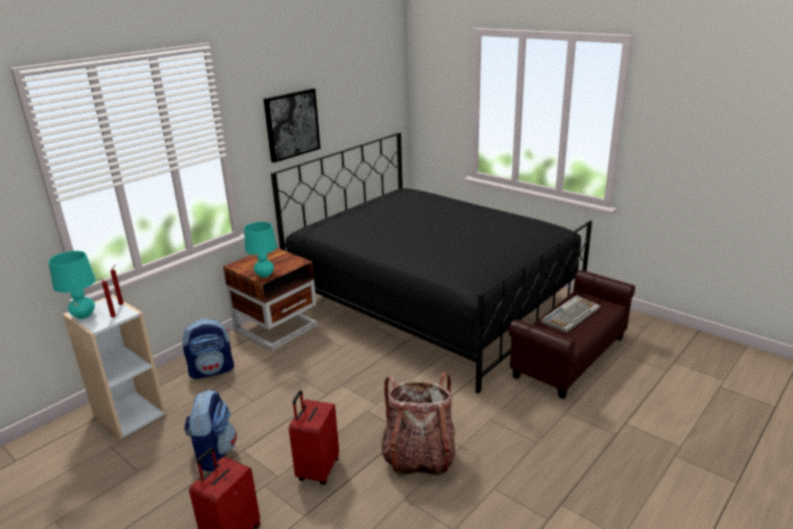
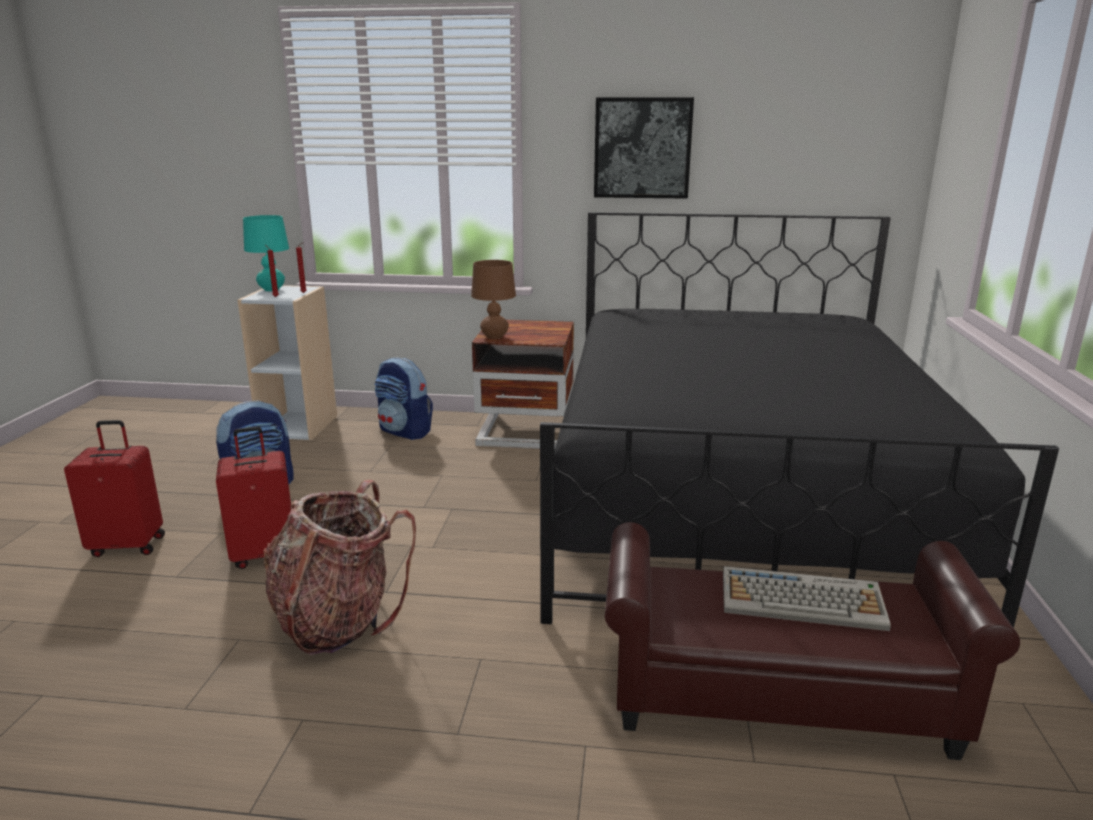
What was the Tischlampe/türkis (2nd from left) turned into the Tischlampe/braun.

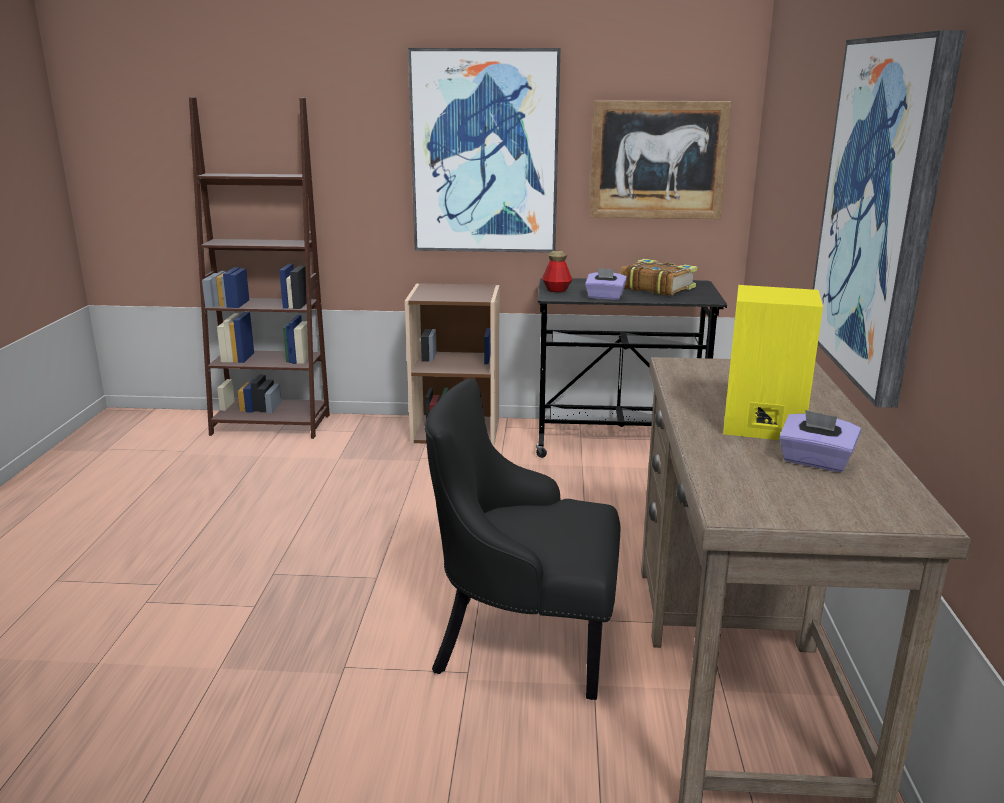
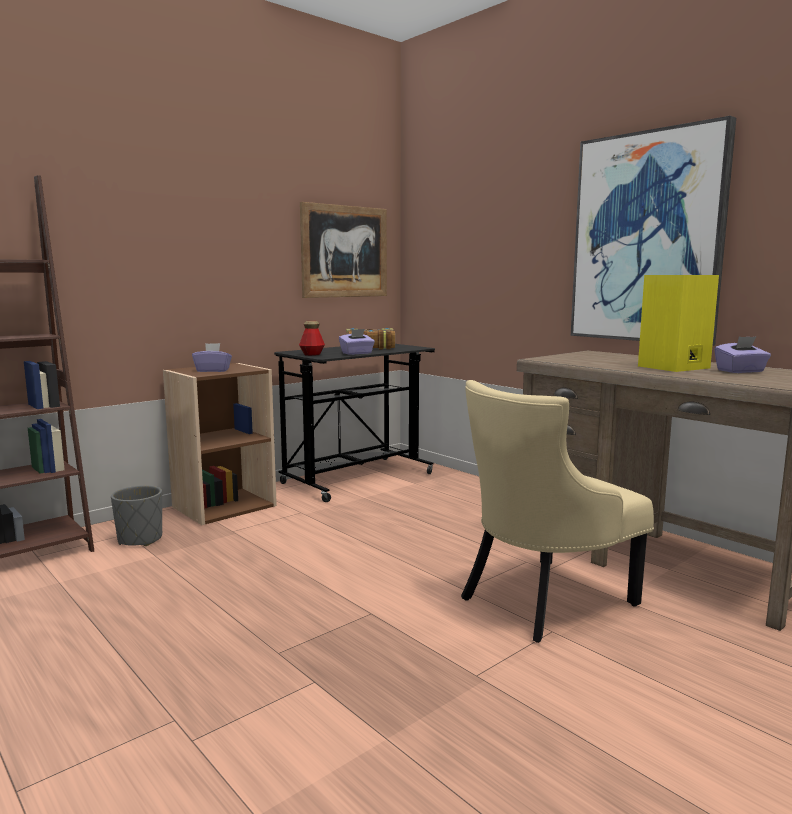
The second view lost the Bild (1st from left).
What was the Stuhl/schwarz turned into the Stuhl/beige.
The second view gained the Pflanzkübel/grau.
The second view gained the Taschentuchbox/lila (1st from left).

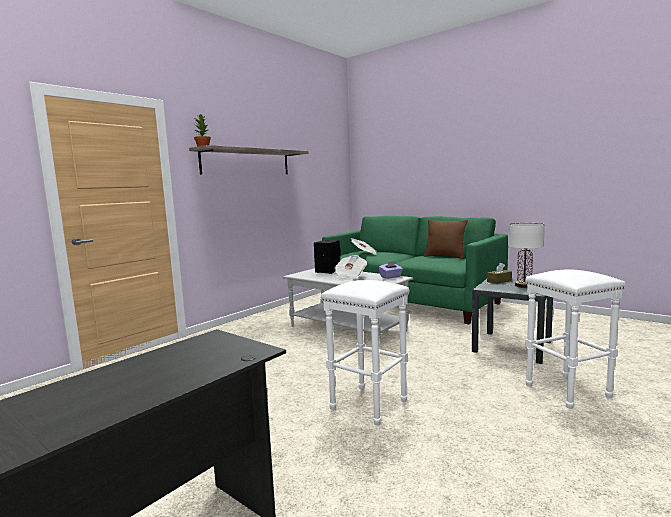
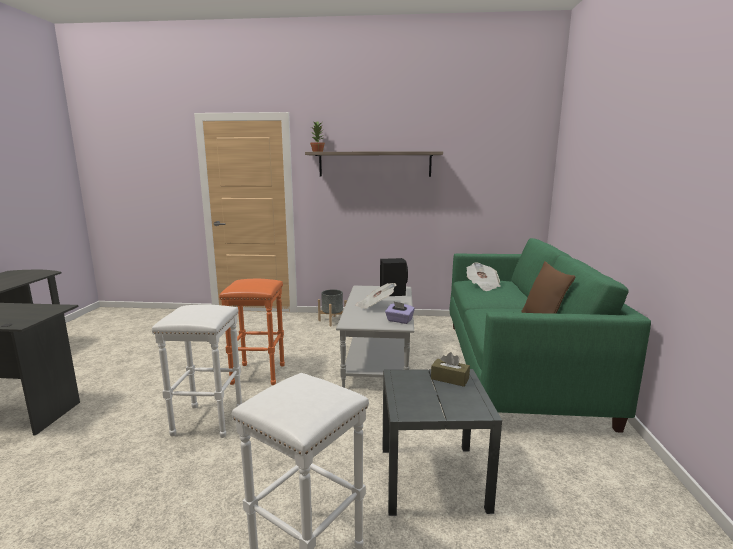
The second view lost the Tischlampe.
The second view gained the Hocker/orange.
The second view gained the Pflanzkübel/grau.

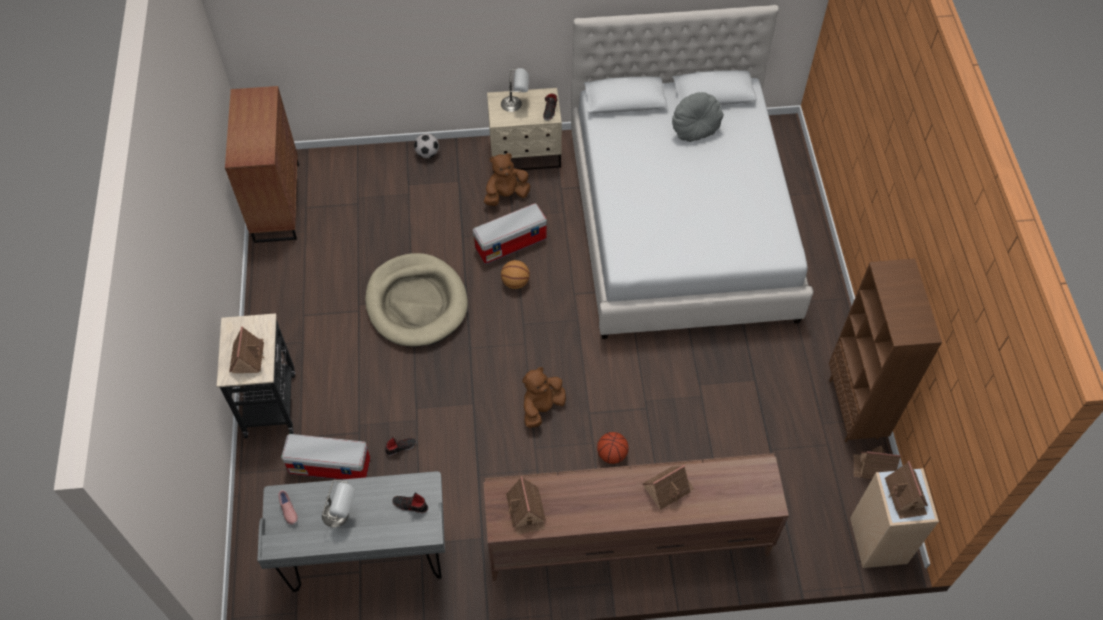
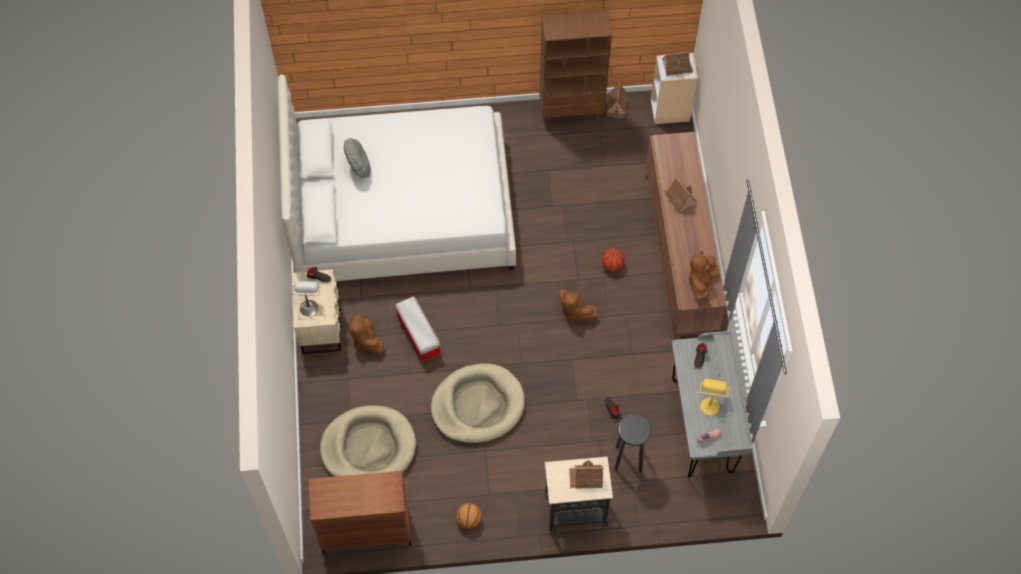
Where the Aufbewahrungsbox (1st from left) stood, the Hocker/schwarz came to stand.
What was the Tischlampe/weiß (1st from left) turned into the Tischlampe/gelb.
The second view lost the Fußball.
The Basketball (1st from left) ended up elsewhere.
Where the Spielzeughaus (2nd from left) stood, the Plüschtier/braun (3rd from left) came to stand.
The second view gained the Hundebett/beige (1st from left).

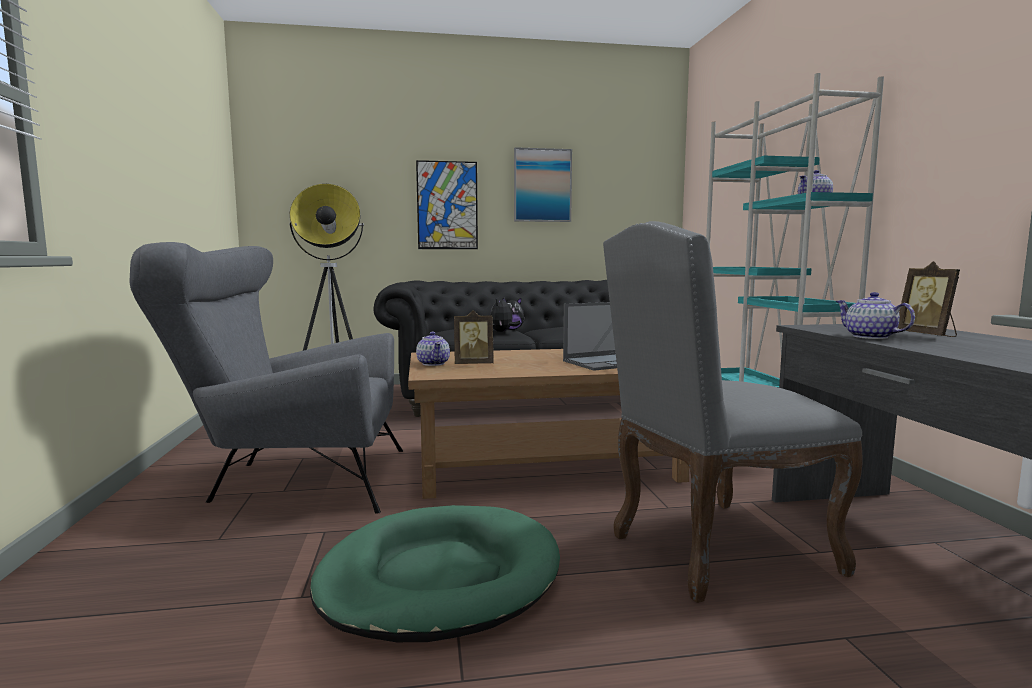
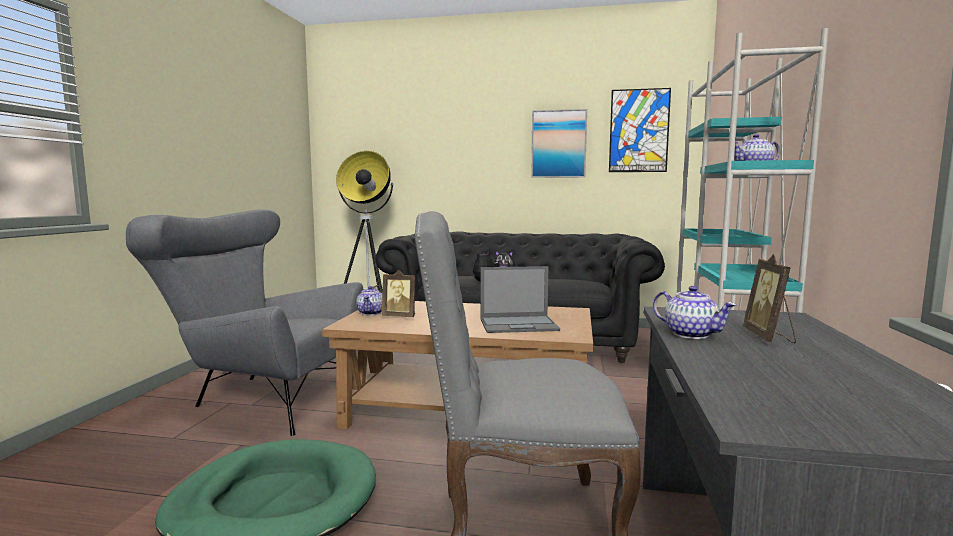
The Bild (1st from left in the first image) ended up elsewhere.
The Teekanne (3rd from left in the first image) ended up facing another way, 150 degrees clockwise from before.

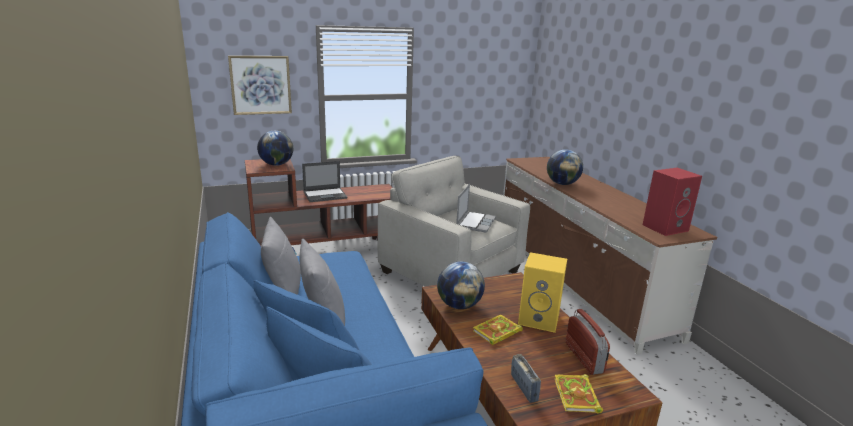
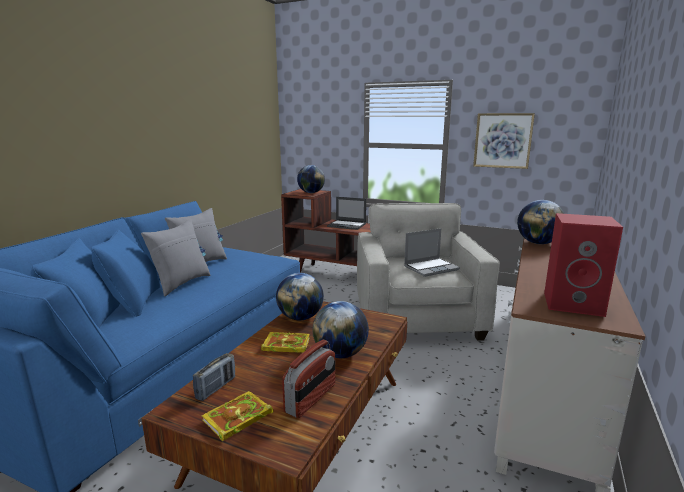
The Bild ended up elsewhere.
Where the Lautsprecher/gelb stood, the Globus (3rd from left) came to stand.

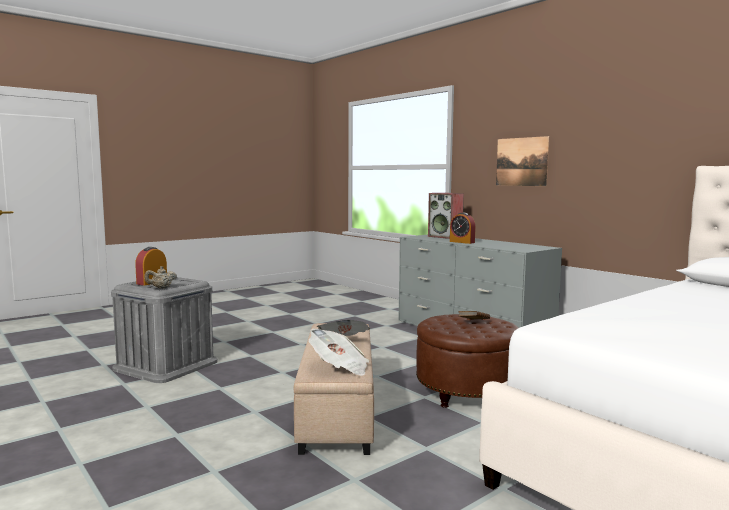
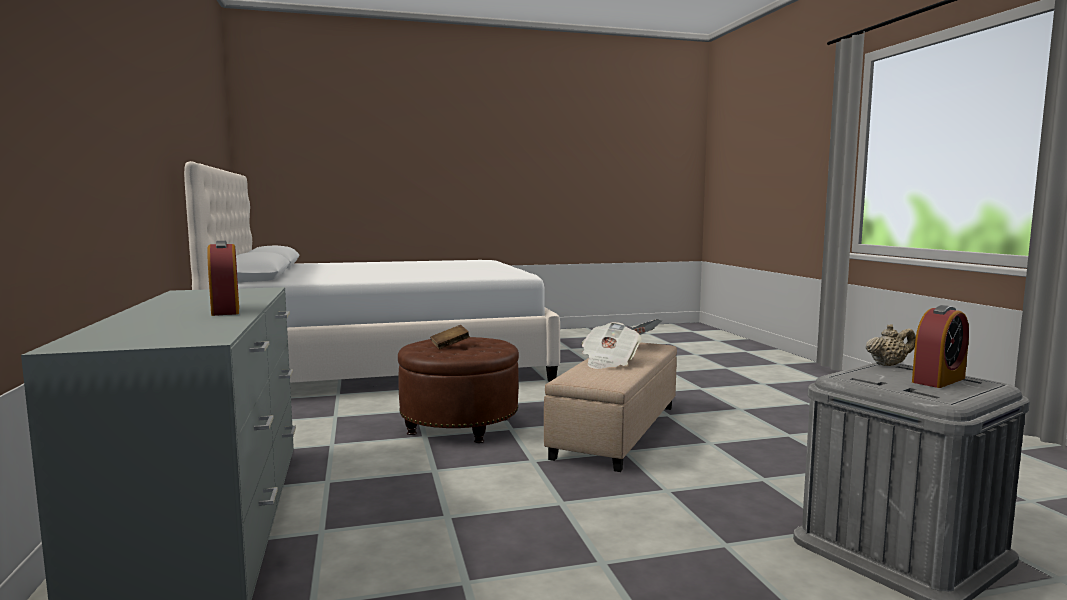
The second view lost the Lautsprecher.
The second view lost the Bild.

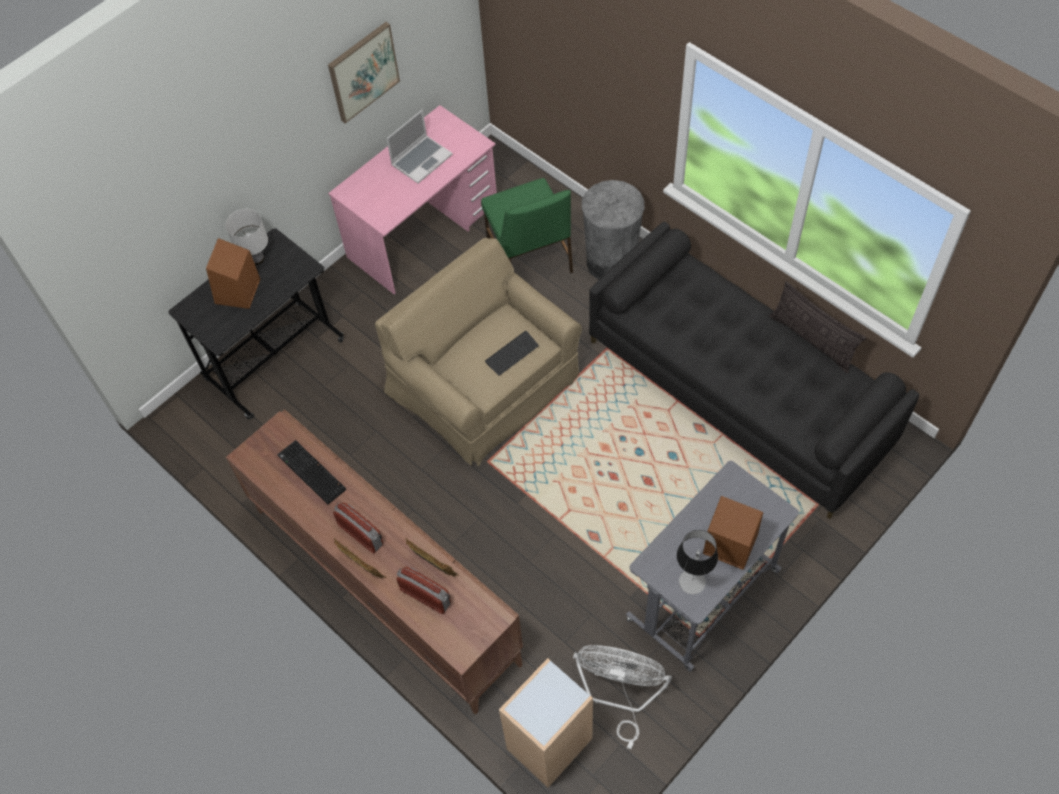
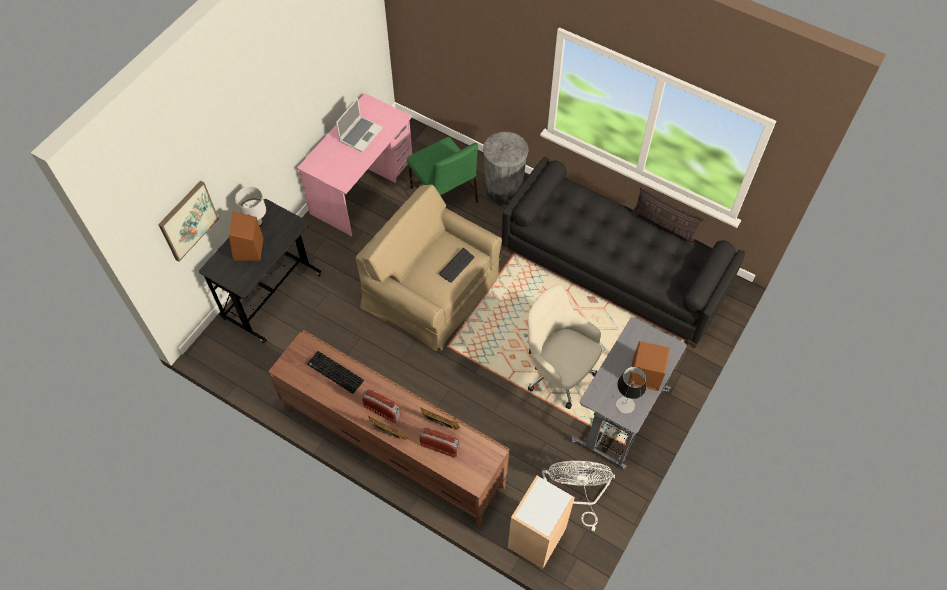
The Bild ended up elsewhere.
The second view gained the Bürostuhl/beige.

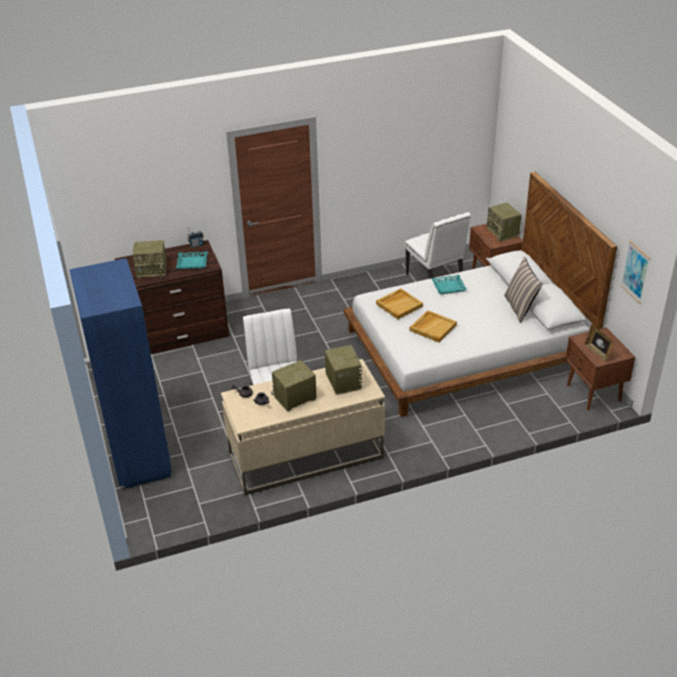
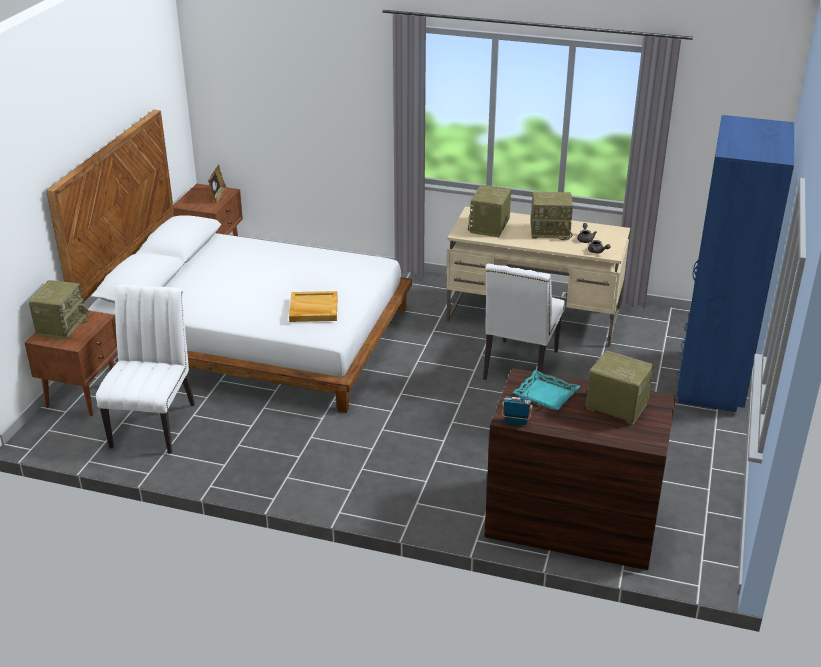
The second view lost the Tablett/beige (2nd from left).
The second view lost the Tablett/türkis (2nd from left).
The second view lost the Kissen.
The second view lost the Bild.

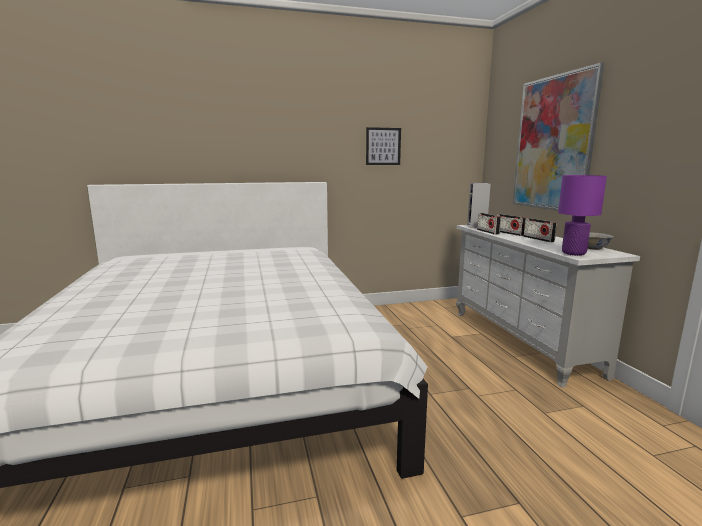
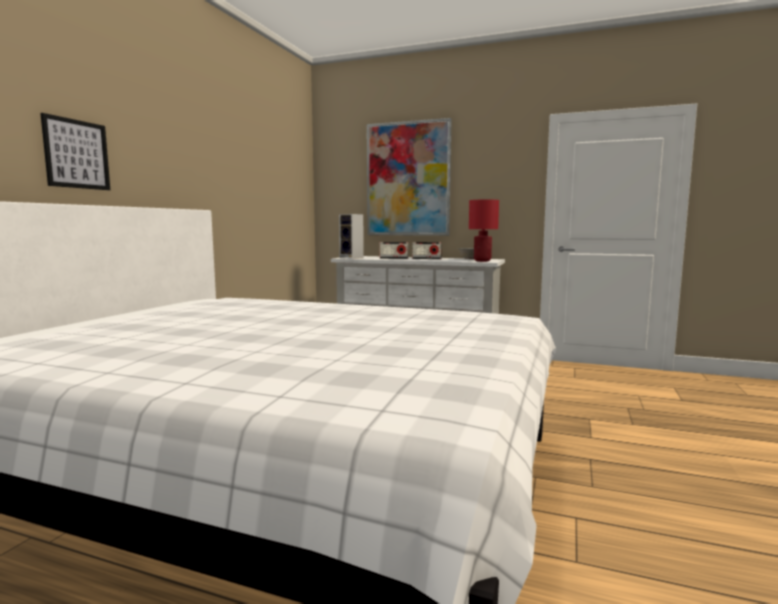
The Bild (1st from left) ended up elsewhere.
The second view lost the Radio (1st from left).
What was the Tischlampe/lila turned into the Tischlampe/rot.

